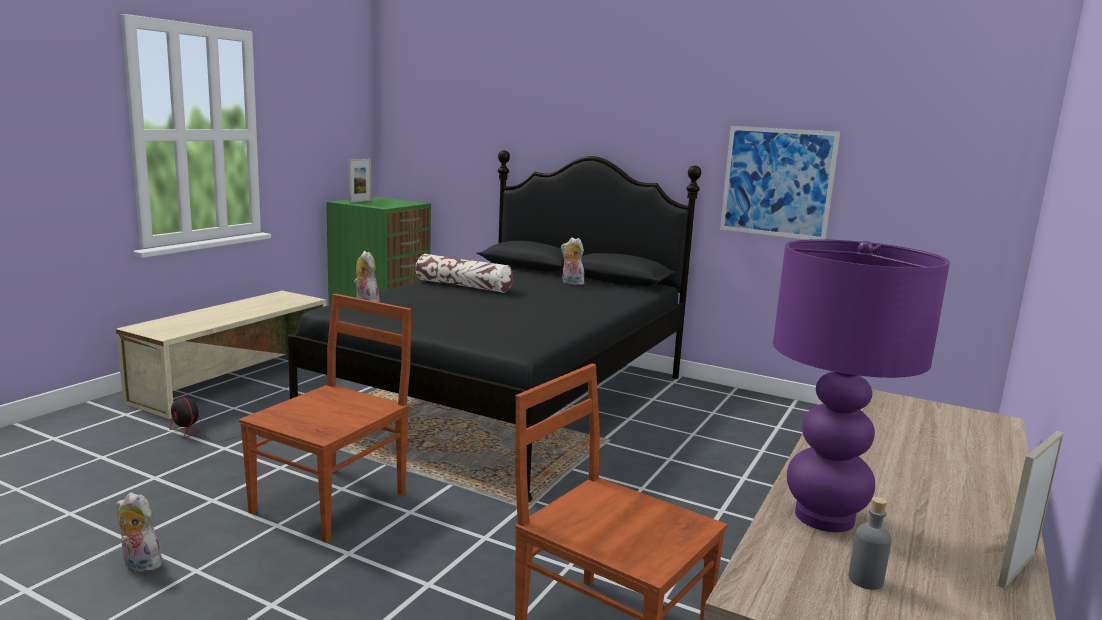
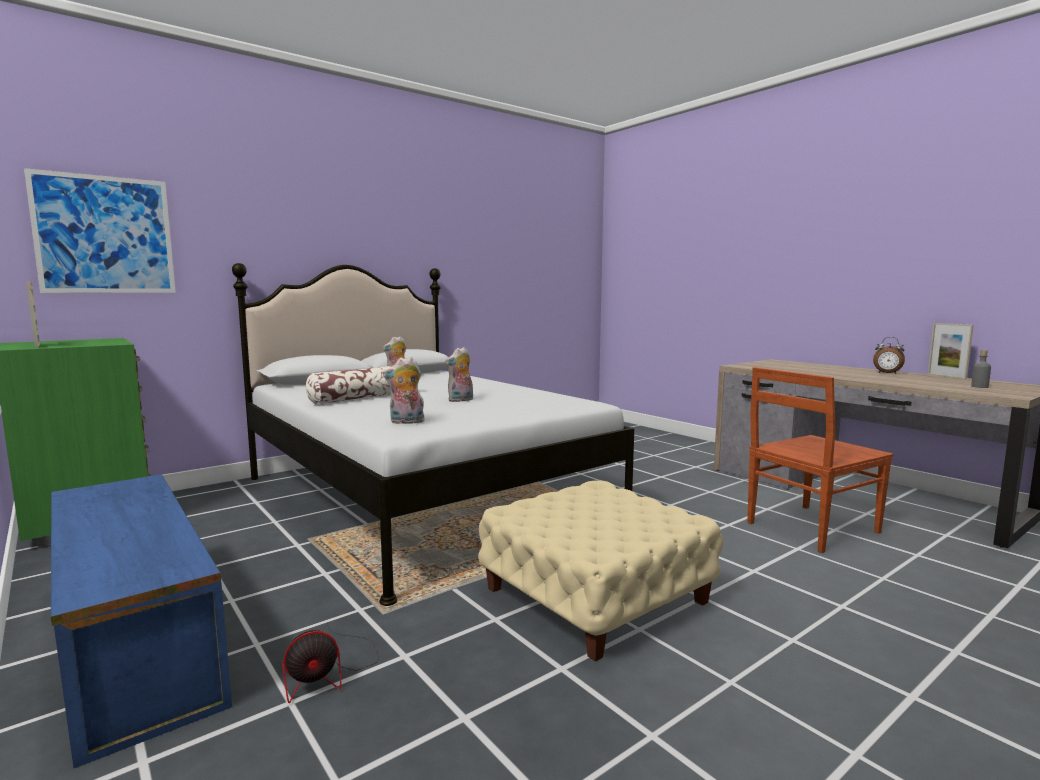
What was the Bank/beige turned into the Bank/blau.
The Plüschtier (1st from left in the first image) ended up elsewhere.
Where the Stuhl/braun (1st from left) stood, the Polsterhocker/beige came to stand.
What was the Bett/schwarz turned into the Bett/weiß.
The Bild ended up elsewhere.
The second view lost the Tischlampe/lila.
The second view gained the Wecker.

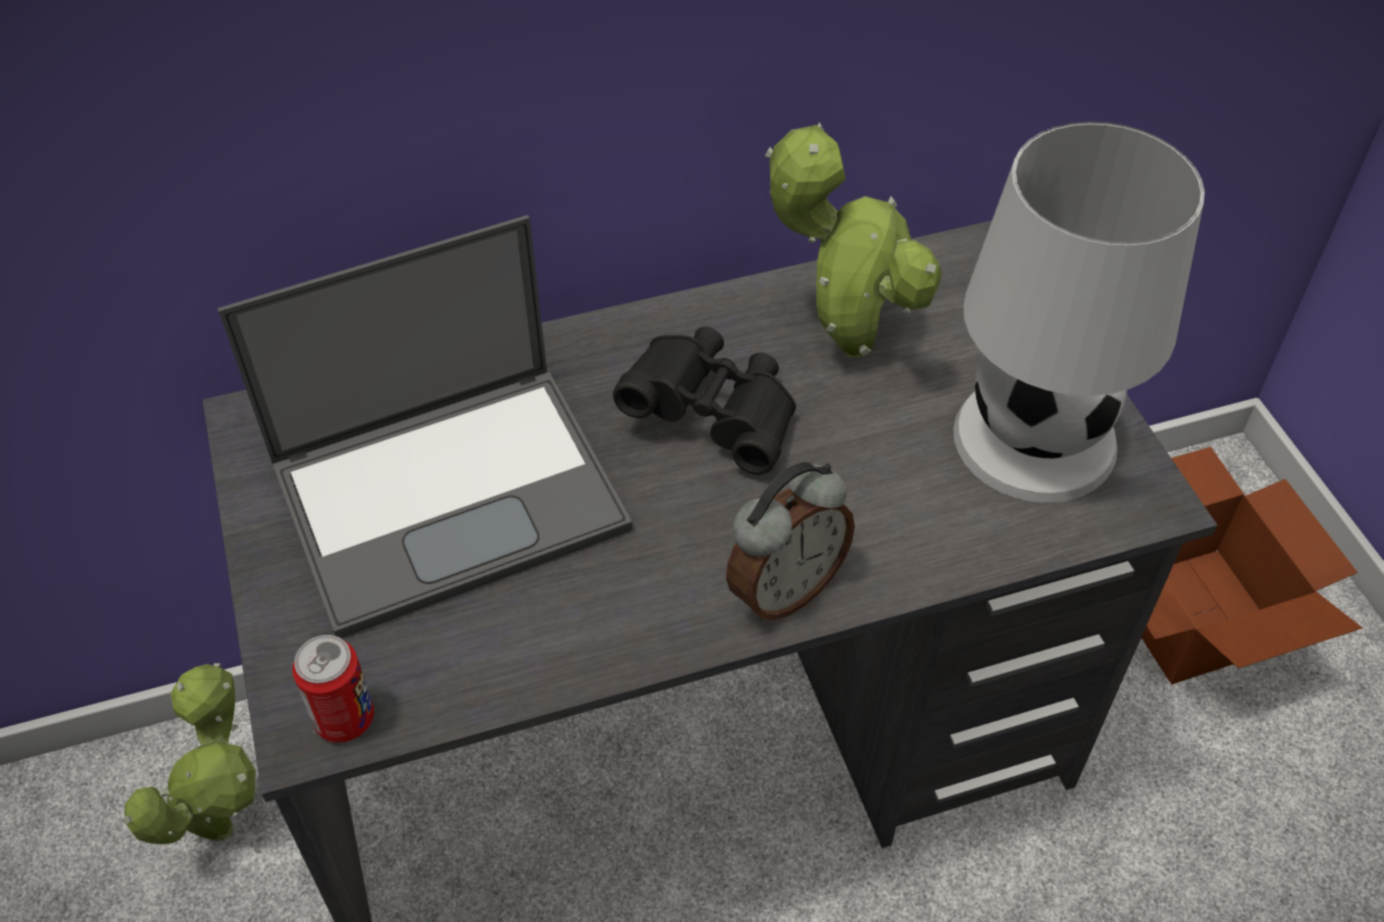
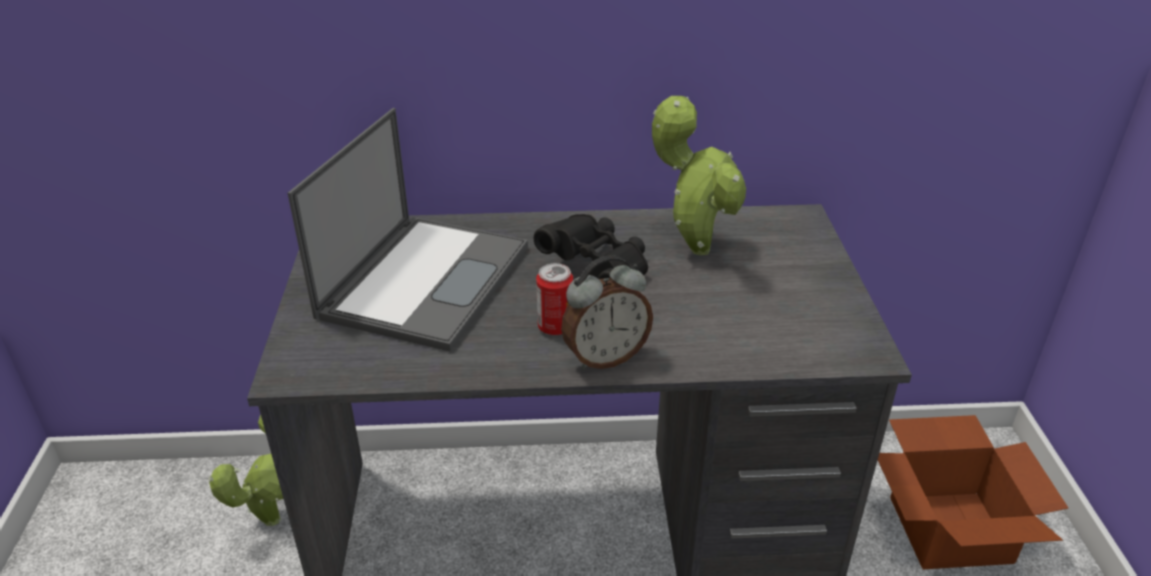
The Laptop ended up facing another way, 60 degrees counterclockwise from before.
The Dose ended up elsewhere.
The second view lost the Tischlampe/weiß.

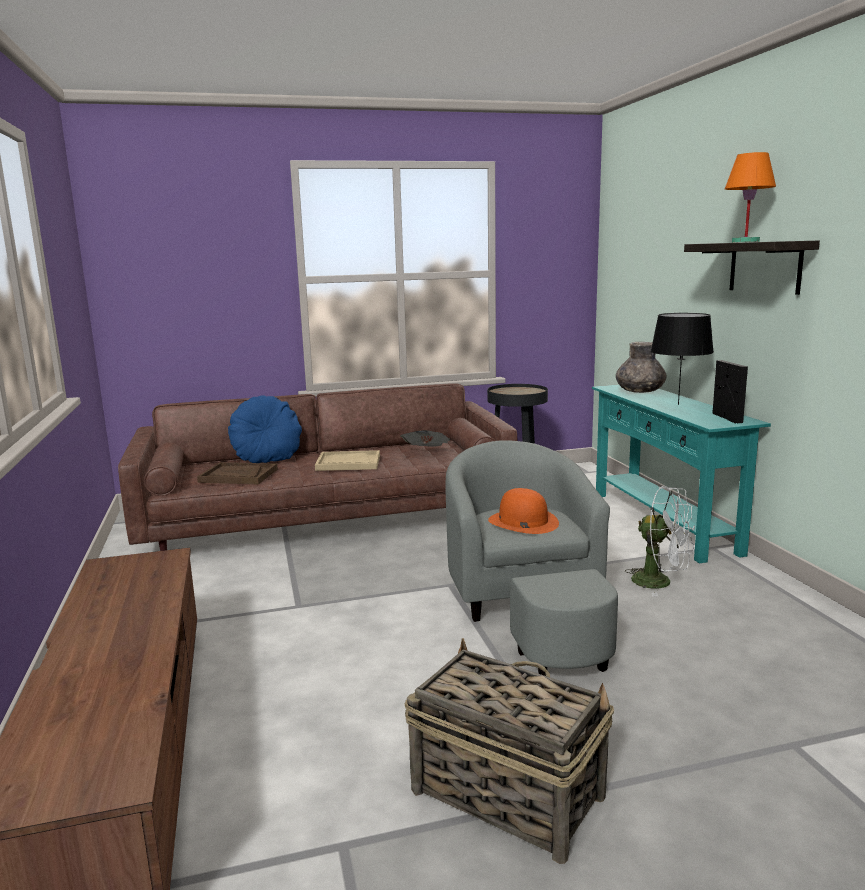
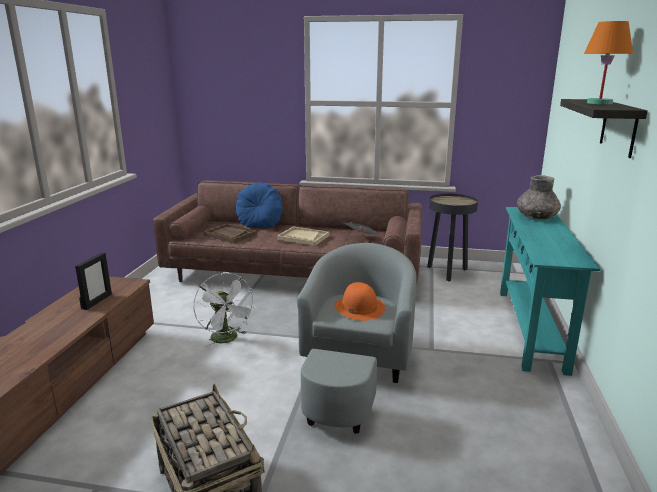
The Ventilator/weiß ended up elsewhere.
The second view lost the Tischlampe/schwarz.
The Bilderrahmen ended up elsewhere.

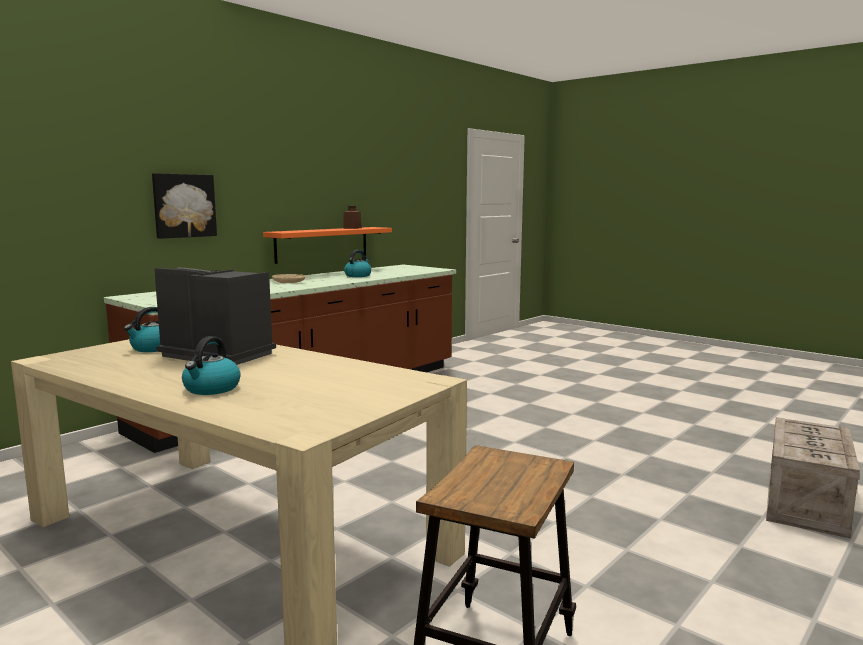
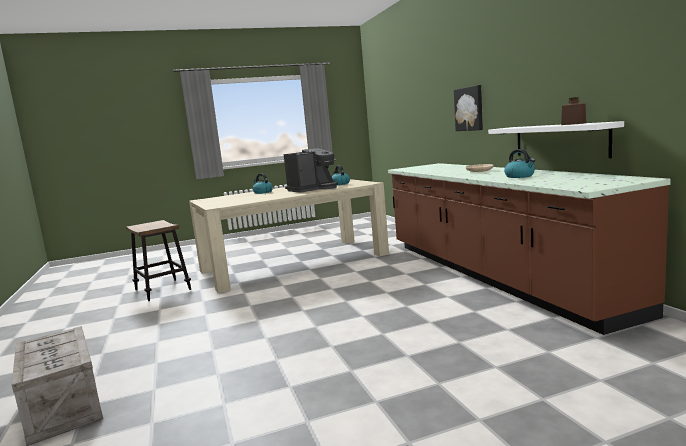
What was the Wandregal/orange turned into the Wandregal/weiß.

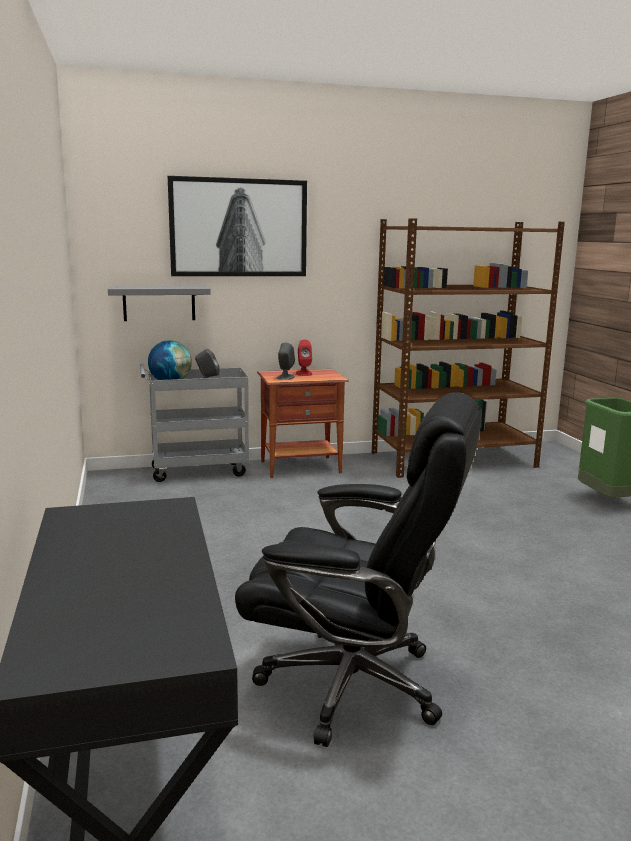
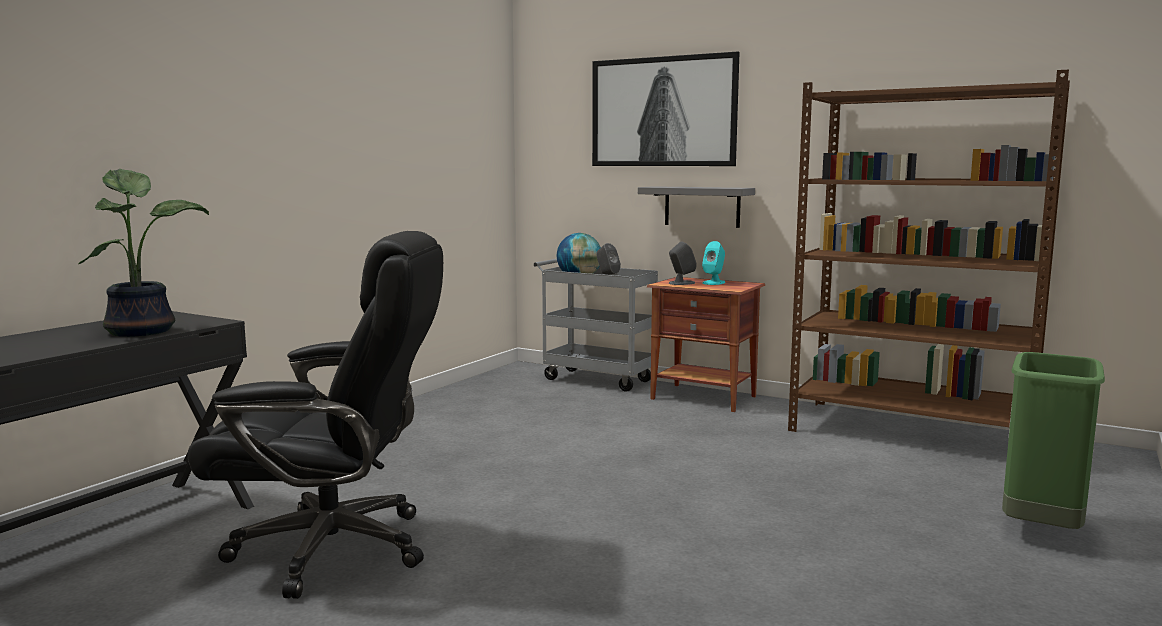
The Wandregal/grau ended up elsewhere.
The Bürostuhl/schwarz ended up facing another way, 60 degrees counterclockwise from before.
What was the Lautsprecher/rot turned into the Lautsprecher/türkis.
The second view gained the Topfpflanze.

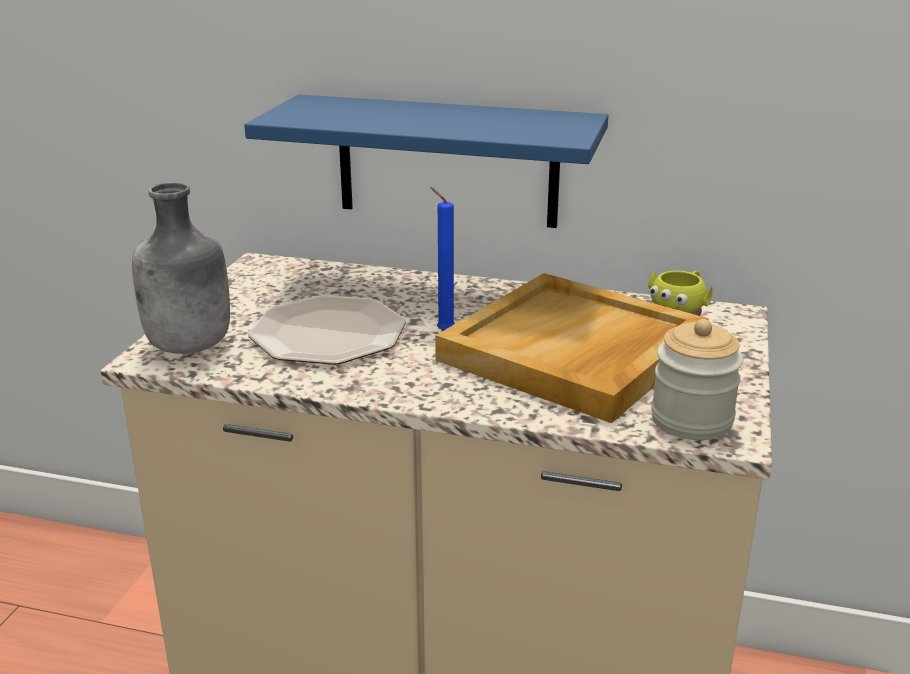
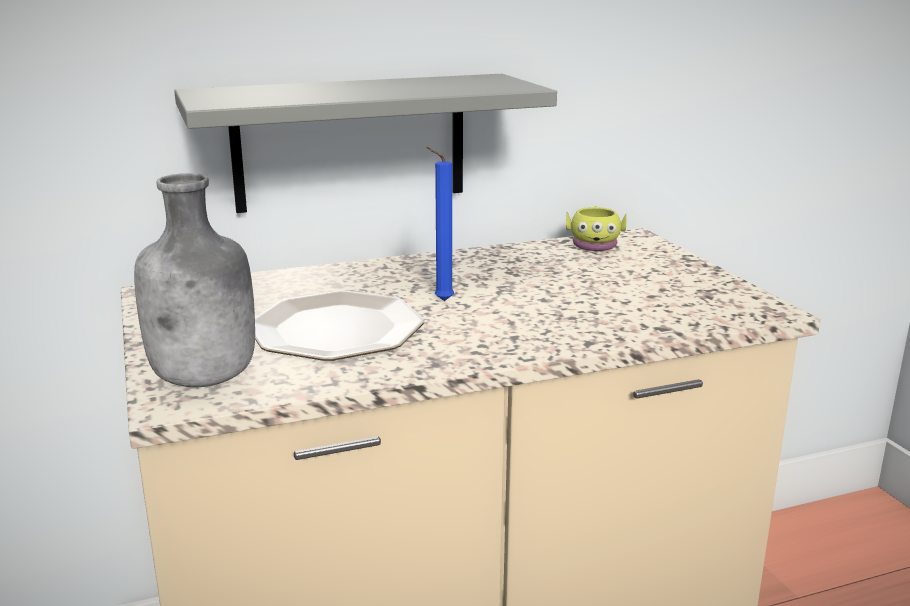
What was the Wandregal/blau turned into the Wandregal/grau.
The second view lost the Tablett/beige.
The second view lost the Vorratsglas.

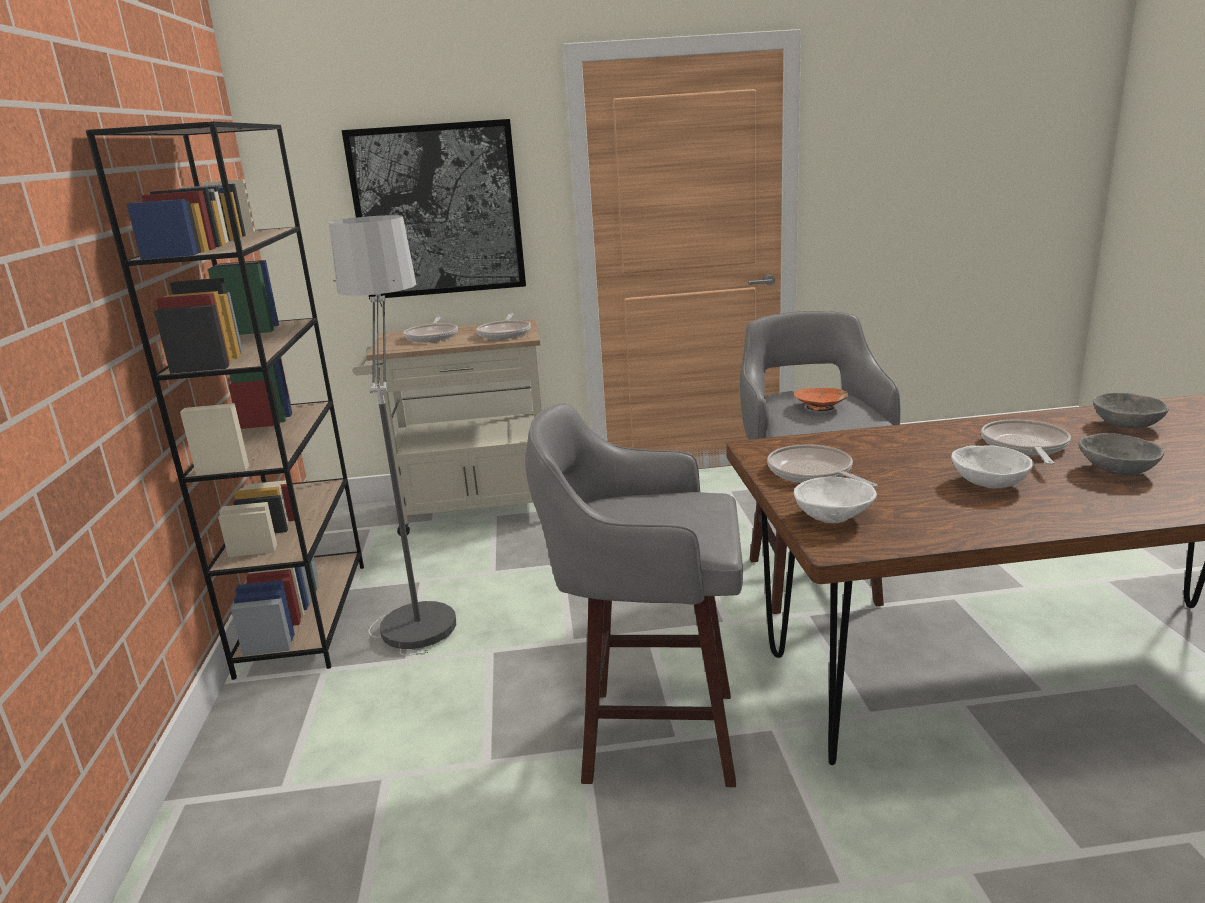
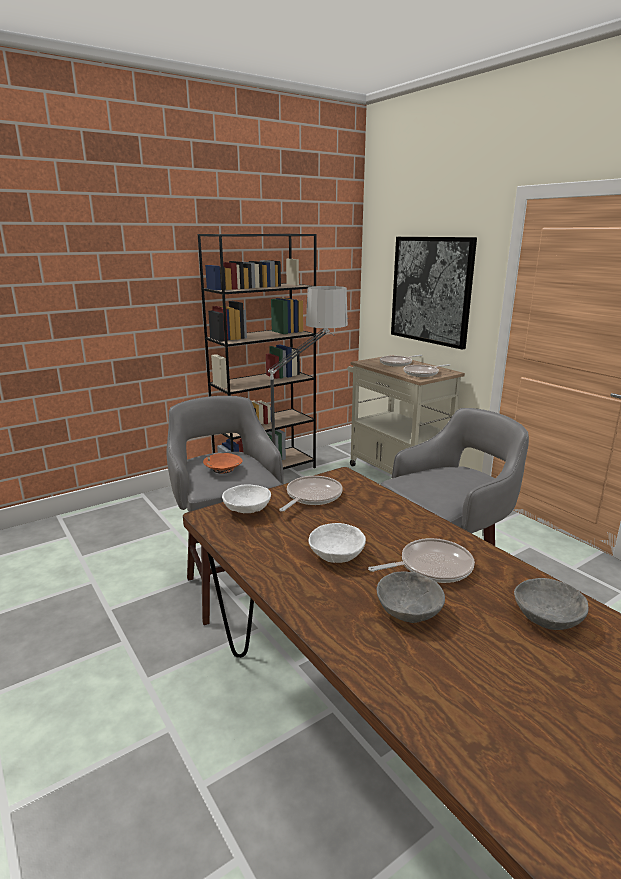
The Schüssel/orange ended up elsewhere.

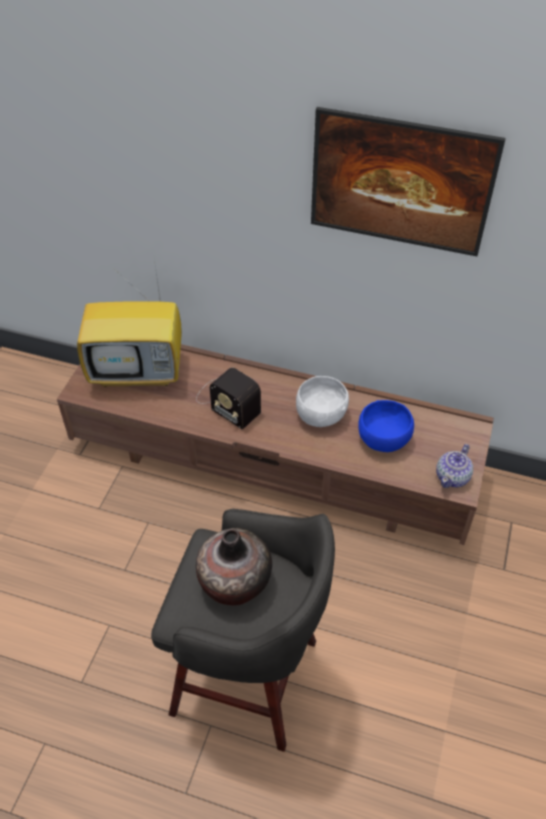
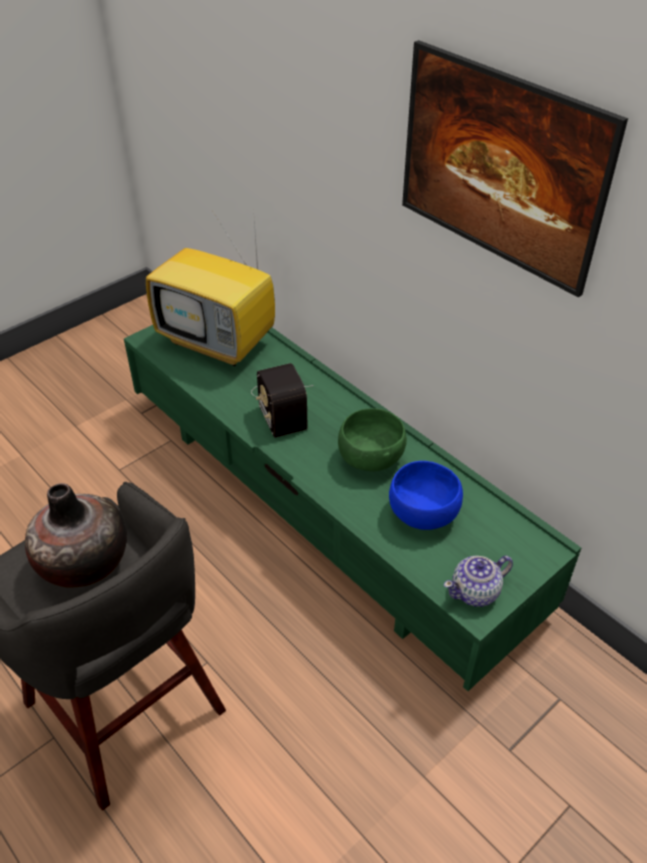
What was the Fernsehschrank/braun turned into the Fernsehschrank/grün.
What was the Schüssel/weiß turned into the Schüssel/grün.

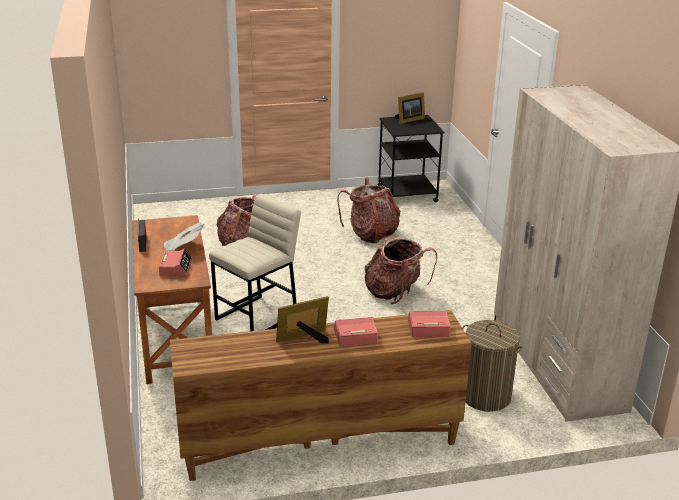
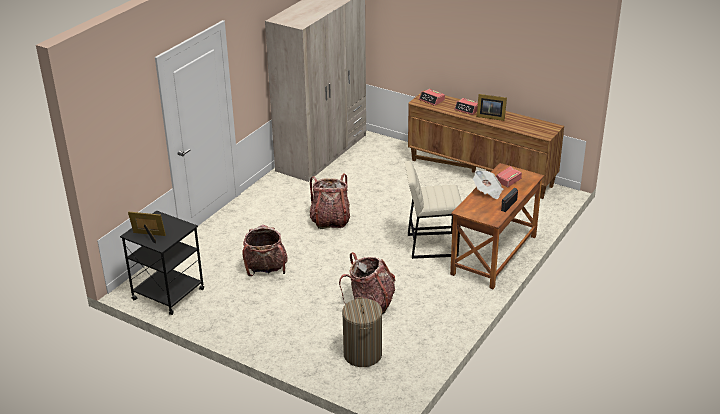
The Wäschekorb ended up elsewhere.

